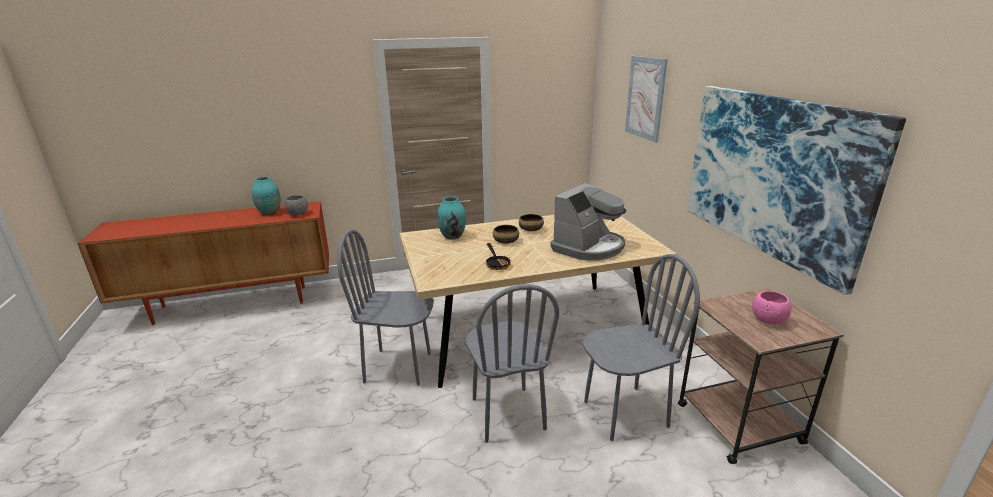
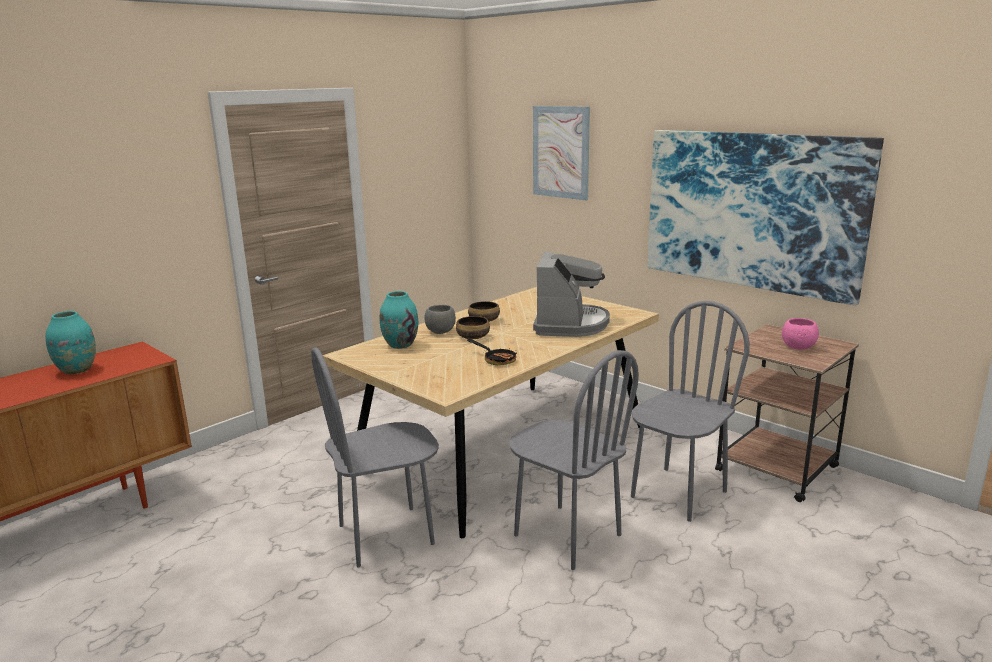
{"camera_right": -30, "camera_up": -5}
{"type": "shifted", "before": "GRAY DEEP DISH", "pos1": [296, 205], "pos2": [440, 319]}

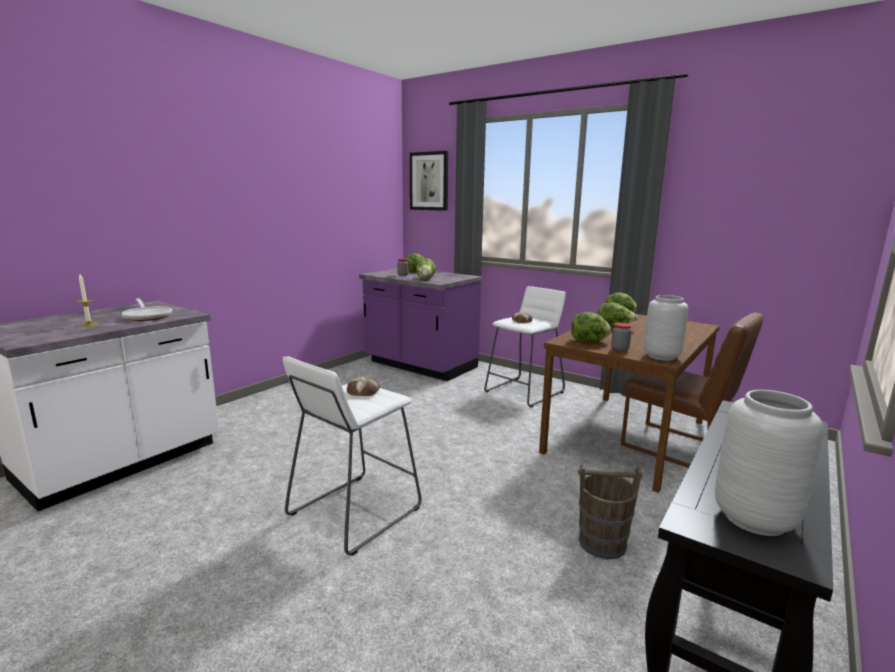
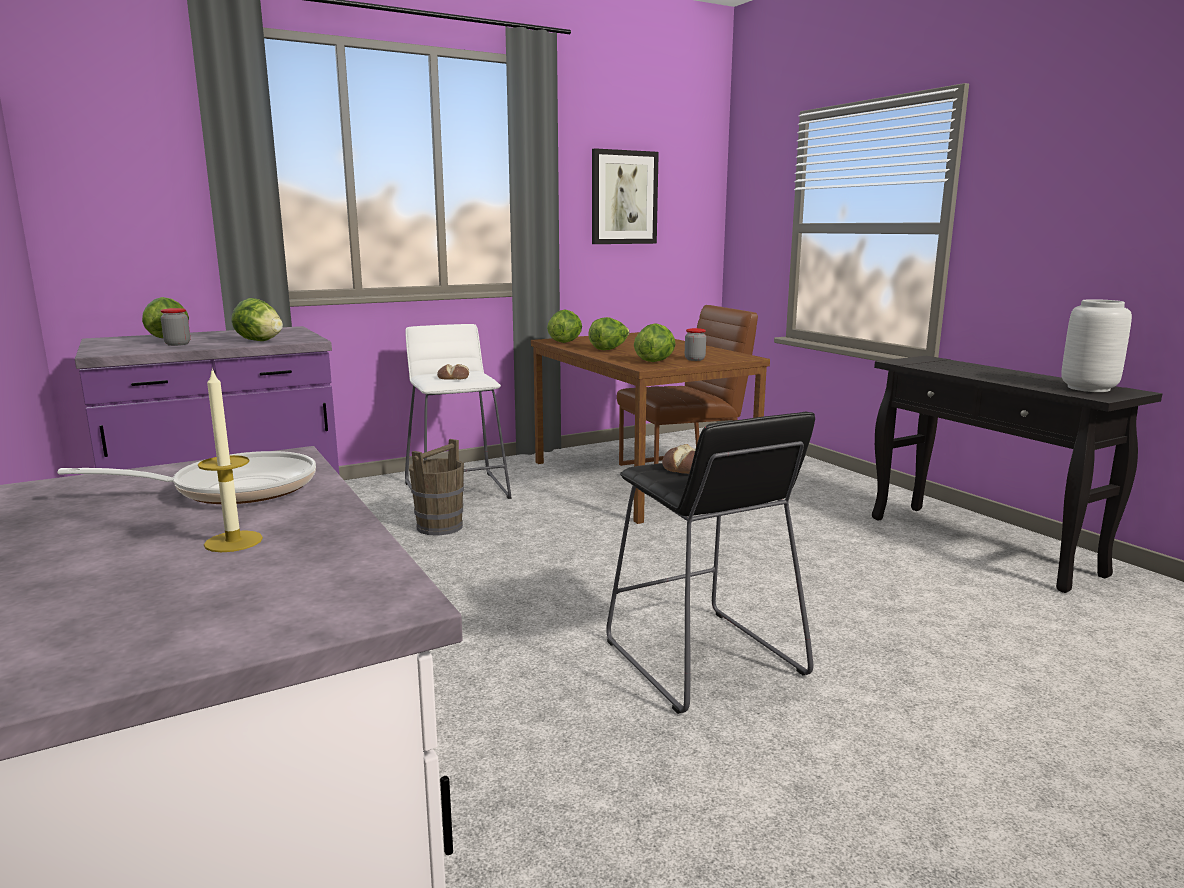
{"camera_right": -65, "camera_up": 0}
{"type": "shifted", "before": "WALL PICTURE", "pos1": [429, 181], "pos2": [625, 196]}
{"type": "gone", "before": "GRAY VASE", "pos1": [666, 328]}
{"type": "repainted", "before": "WHITE-COLOURED STOOL SEAT", "after": "BLACK-COLOURED STOOL SEAT", "pos1": [352, 456], "pos2": [710, 563]}
{"type": "shifted", "before": "BROWNISH BUCKET", "pos1": [610, 512], "pos2": [436, 487]}

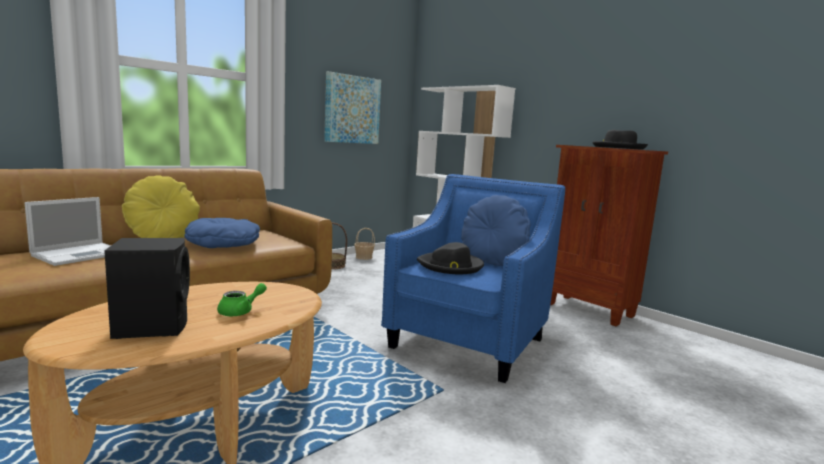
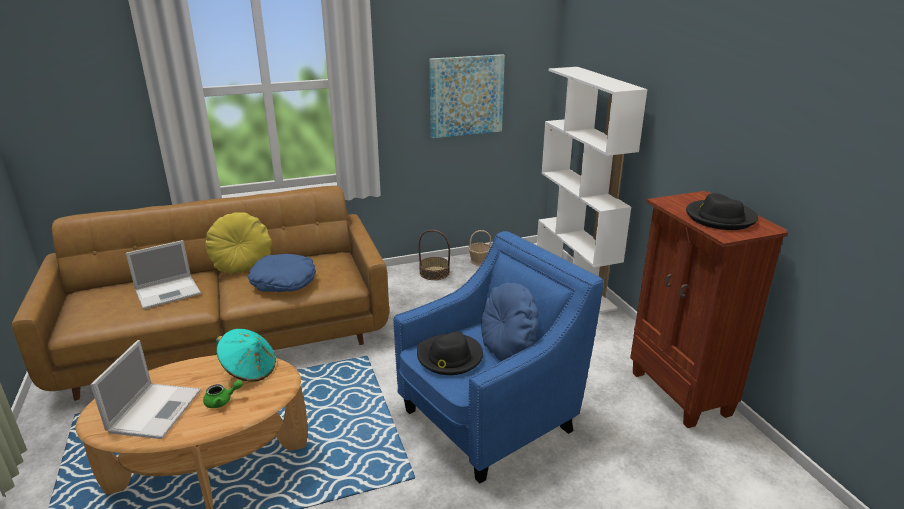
{"camera_right": 25, "camera_up": 15}
{"type": "swapped", "before": "BLACK-COLOURED AUDIO SPEAKER", "after": "PORTABLE COMPUTER", "pos1": [147, 288], "pos2": [146, 389]}
{"type": "new", "after": "TURQUOISE CLOTHING HAT", "pos2": [246, 355]}

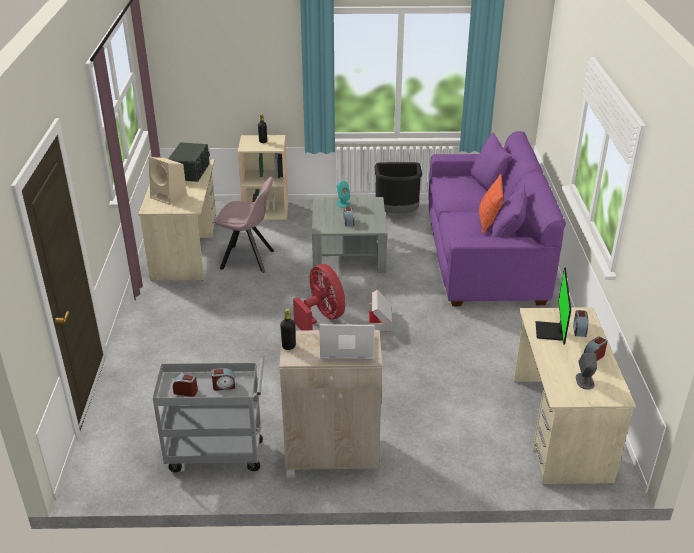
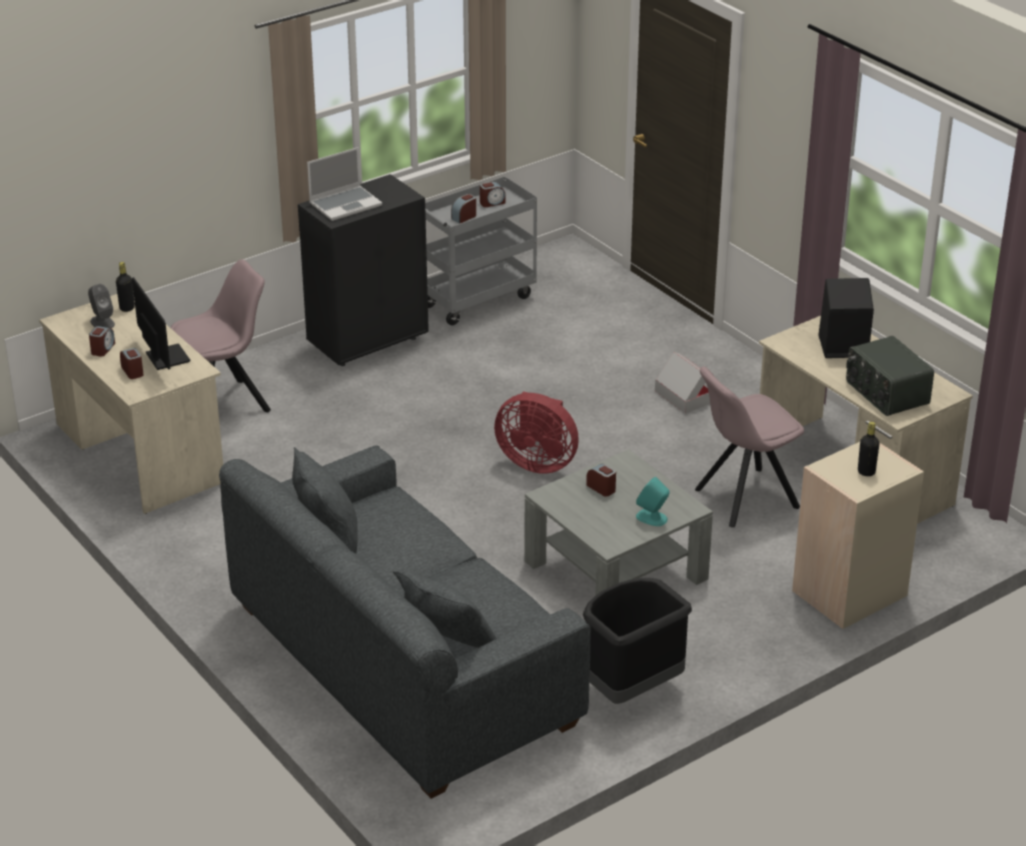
{"camera_right": 145, "camera_up": 0}
{"type": "repainted", "before": "PURPLE-COLOURED SOFA", "after": "GRAY SOFA", "pos1": [497, 218], "pos2": [405, 622]}
{"type": "repainted", "before": "SAND-COLOURED AUDIO SPEAKER", "after": "BLACK-COLOURED AUDIO SPEAKER", "pos1": [168, 181], "pos2": [846, 318]}
{"type": "gone", "before": "ORANGE-COLOURED CUSHION", "pos1": [491, 204]}
{"type": "shifted", "before": "PACKING BOX", "pos1": [380, 310], "pos2": [682, 383]}
{"type": "shifted", "before": "BLACK-COLOURED DRINK BOTTLE", "pos1": [288, 329], "pos2": [125, 287]}
{"type": "repainted", "before": "SAND-COLOURED STORAGE CABINET", "after": "BLACK-COLOURED STORAGE CABINET", "pos1": [330, 400], "pos2": [363, 270]}
{"type": "new", "after": "PINKISH PLAIN CHAIR", "pos2": [220, 335]}

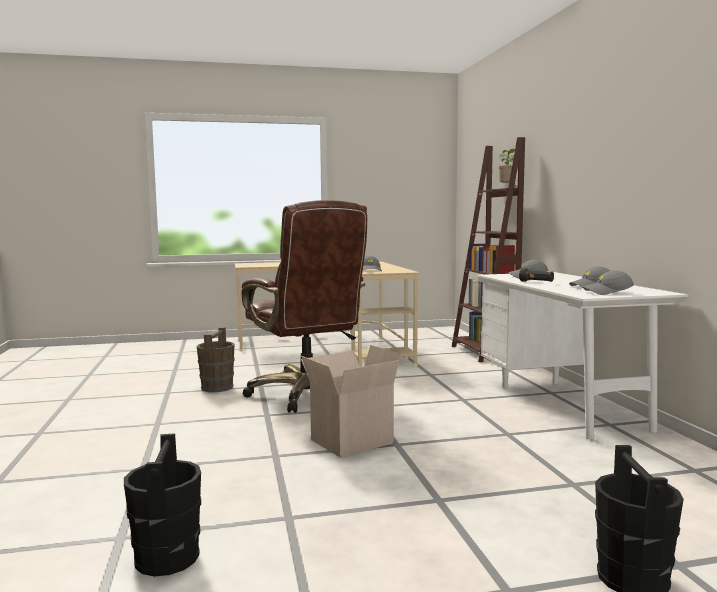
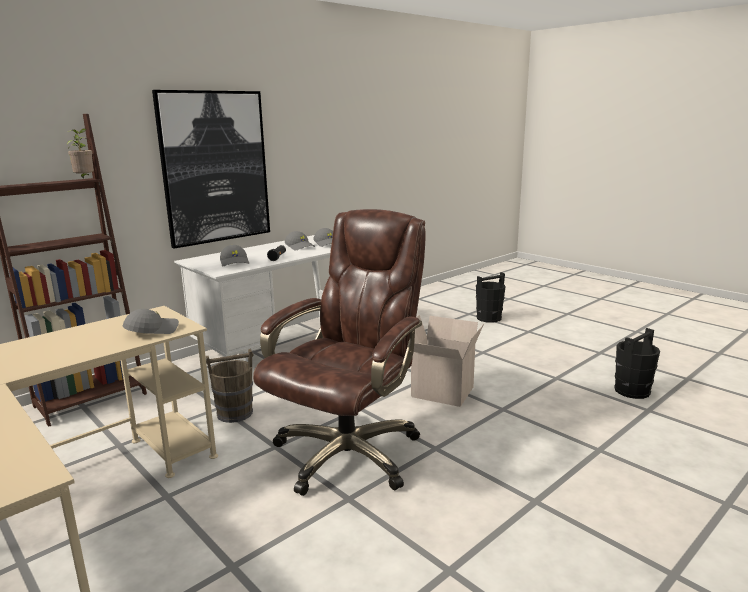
{"camera_right": -120, "camera_up": 10}
{"type": "shifted", "before": "BROWNISH BUCKET", "pos1": [216, 359], "pos2": [230, 386]}
{"type": "new", "after": "WALL PICTURE", "pos2": [211, 169]}

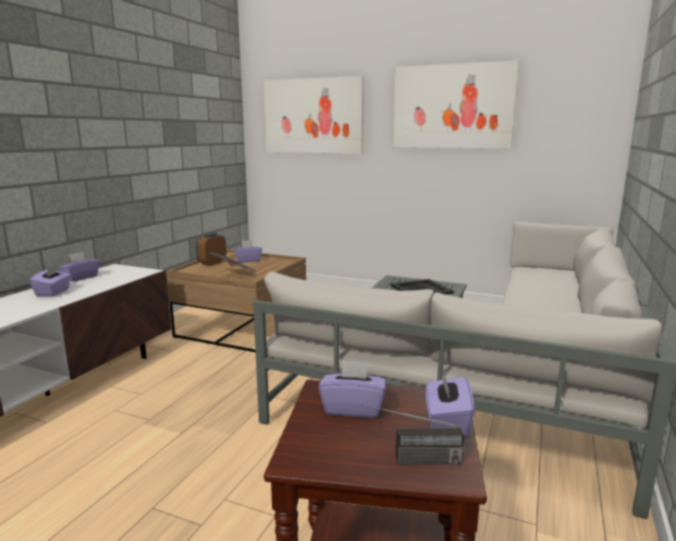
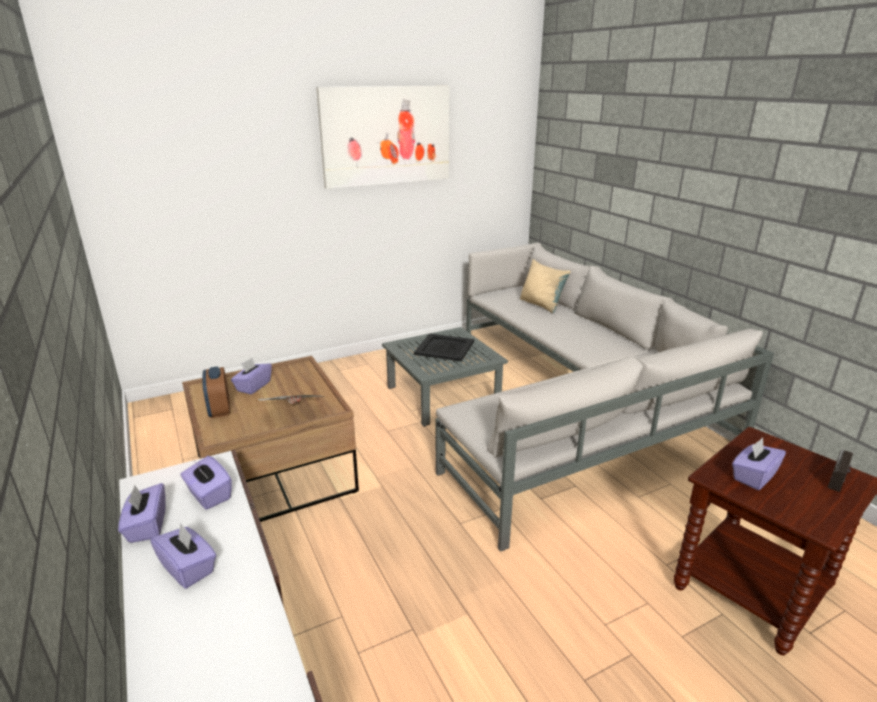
{"camera_right": -50, "camera_up": 10}
{"type": "gone", "before": "WALL PICTURE", "pos1": [314, 115]}
{"type": "shifted", "before": "PURPLE-COLOURED TISSUE HOLDER", "pos1": [450, 404], "pos2": [206, 483]}
{"type": "new", "after": "SAND-COLOURED CUSHION", "pos2": [545, 286]}

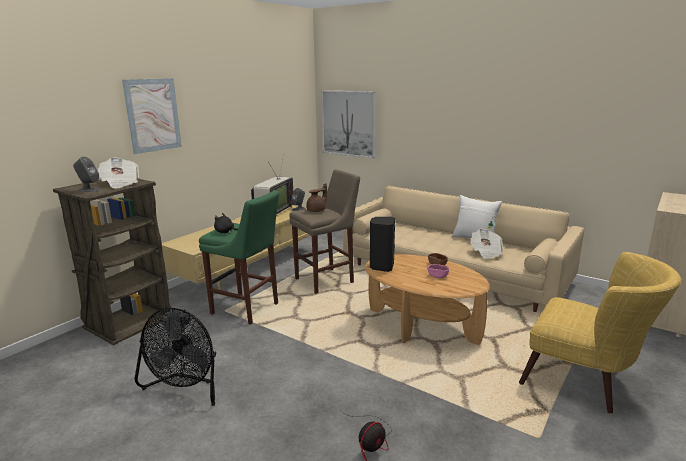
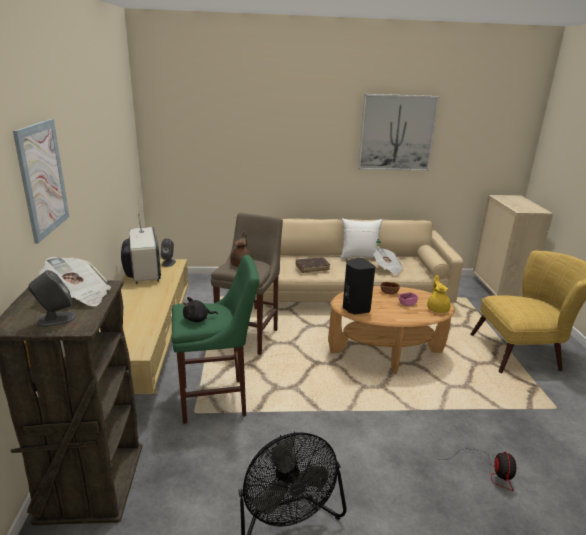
{"camera_right": -40, "camera_up": 5}
{"type": "shifted", "before": "WALL PICTURE", "pos1": [348, 124], "pos2": [398, 132]}
{"type": "new", "after": "BROWNISH VOLUME", "pos2": [313, 265]}
{"type": "new", "after": "YELLOW POT FOR TEA", "pos2": [439, 294]}

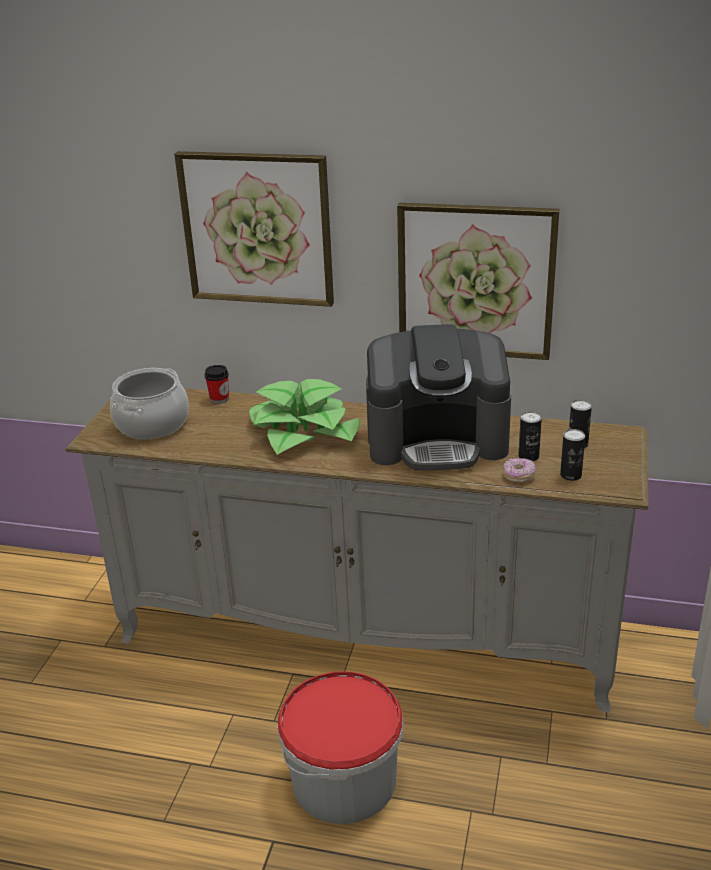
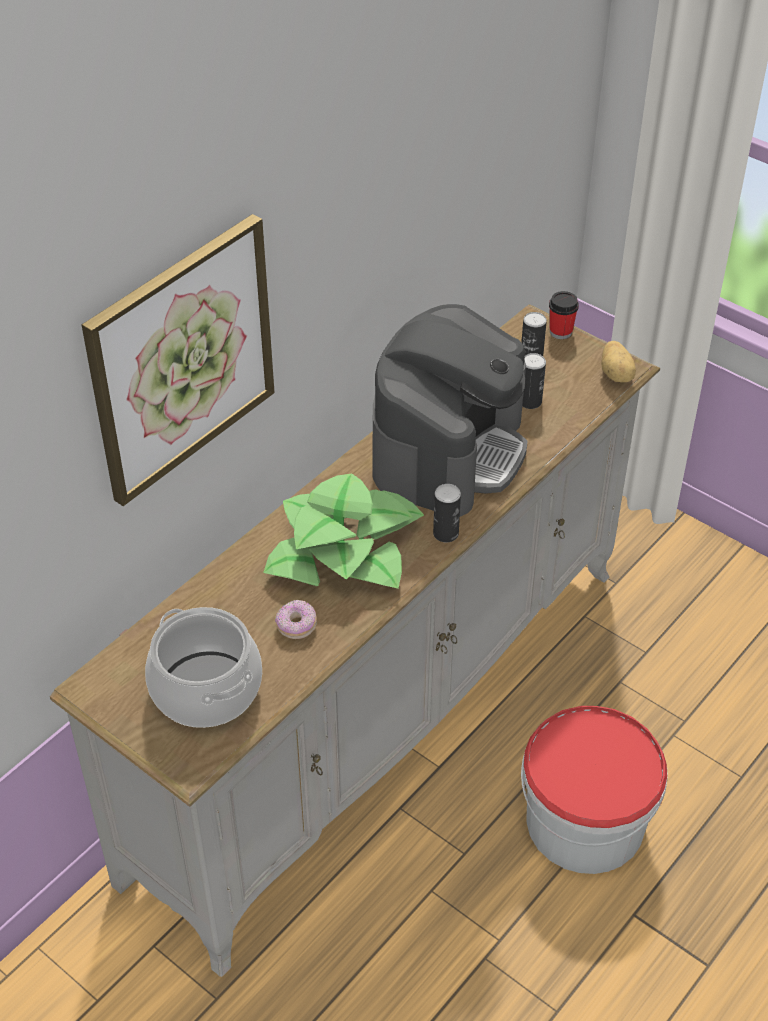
{"camera_right": -65, "camera_up": 15}
{"type": "gone", "before": "WALL PICTURE", "pos1": [478, 281]}
{"type": "shifted", "before": "SMALL CUP", "pos1": [216, 384], "pos2": [564, 315]}
{"type": "shifted", "before": "METAL CAN", "pos1": [572, 455], "pos2": [447, 513]}
{"type": "shifted", "before": "RING DOUGHNUT", "pos1": [519, 470], "pos2": [296, 619]}
{"type": "new", "after": "SPUD", "pos2": [618, 361]}

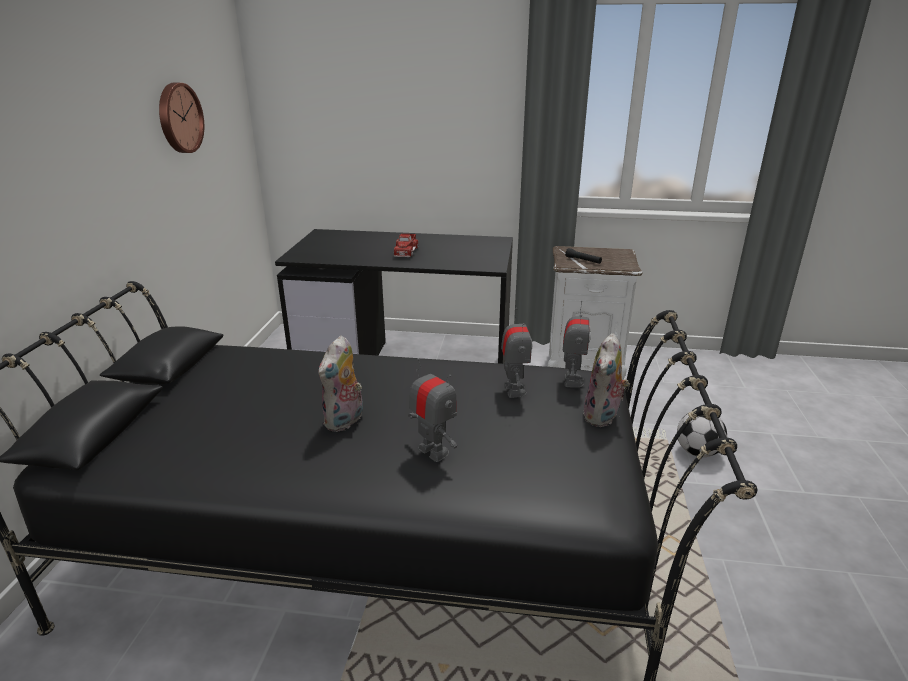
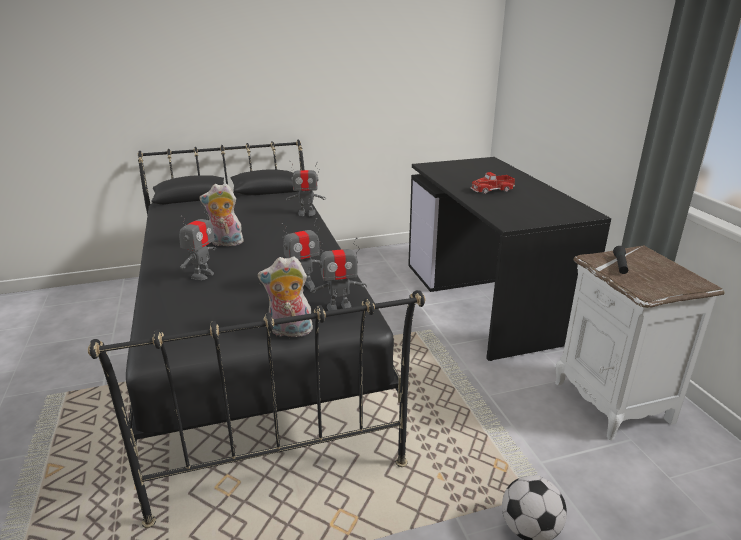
{"camera_right": 65, "camera_up": 0}
{"type": "gone", "before": "CLOCK ON THE WALL", "pos1": [181, 118]}
{"type": "new", "after": "MODEL ROBOT", "pos2": [306, 188]}

